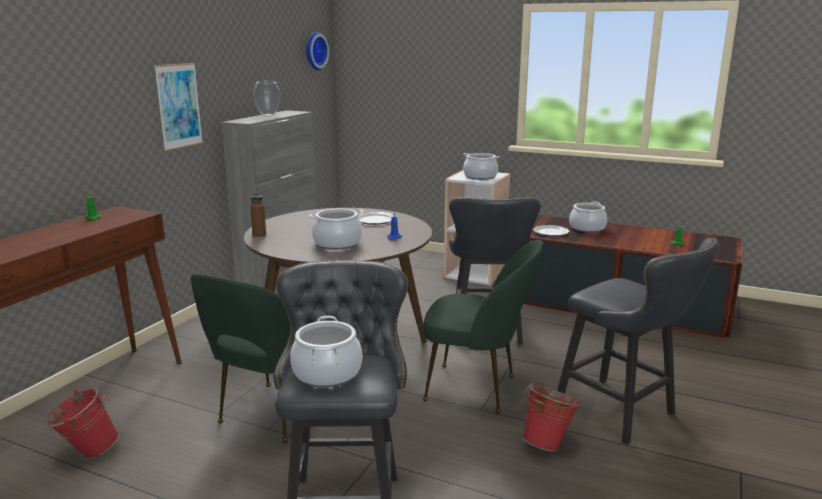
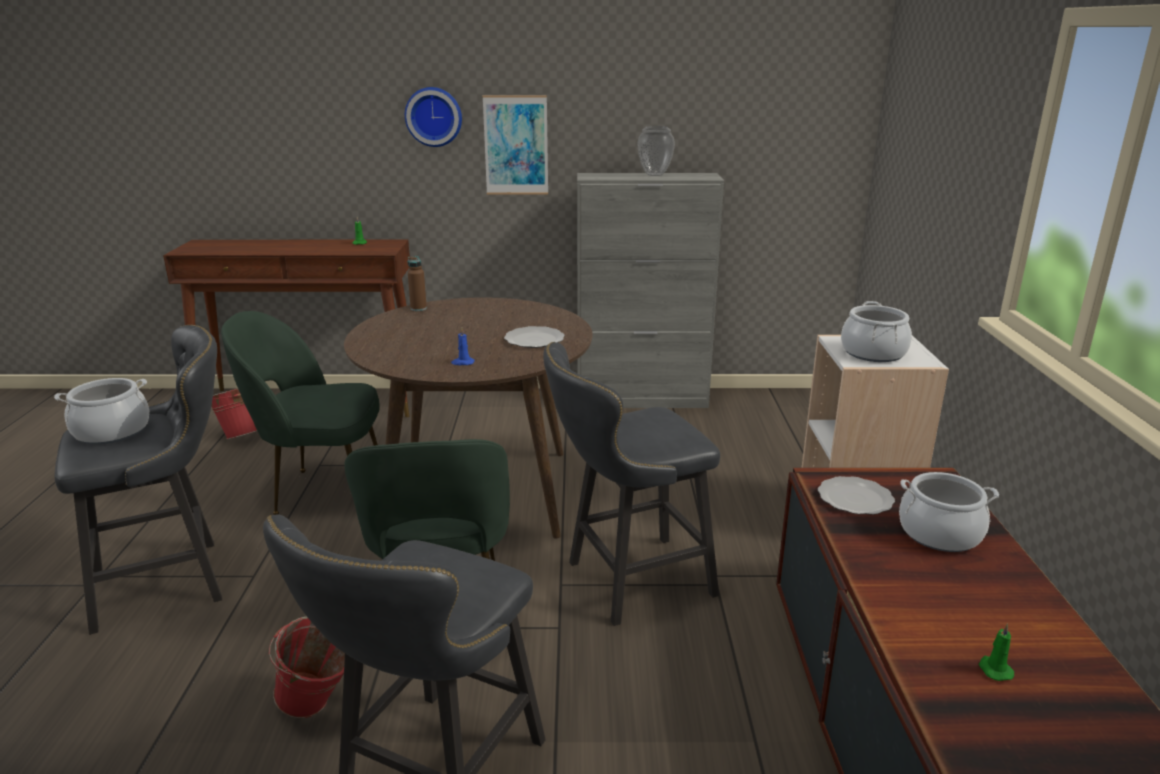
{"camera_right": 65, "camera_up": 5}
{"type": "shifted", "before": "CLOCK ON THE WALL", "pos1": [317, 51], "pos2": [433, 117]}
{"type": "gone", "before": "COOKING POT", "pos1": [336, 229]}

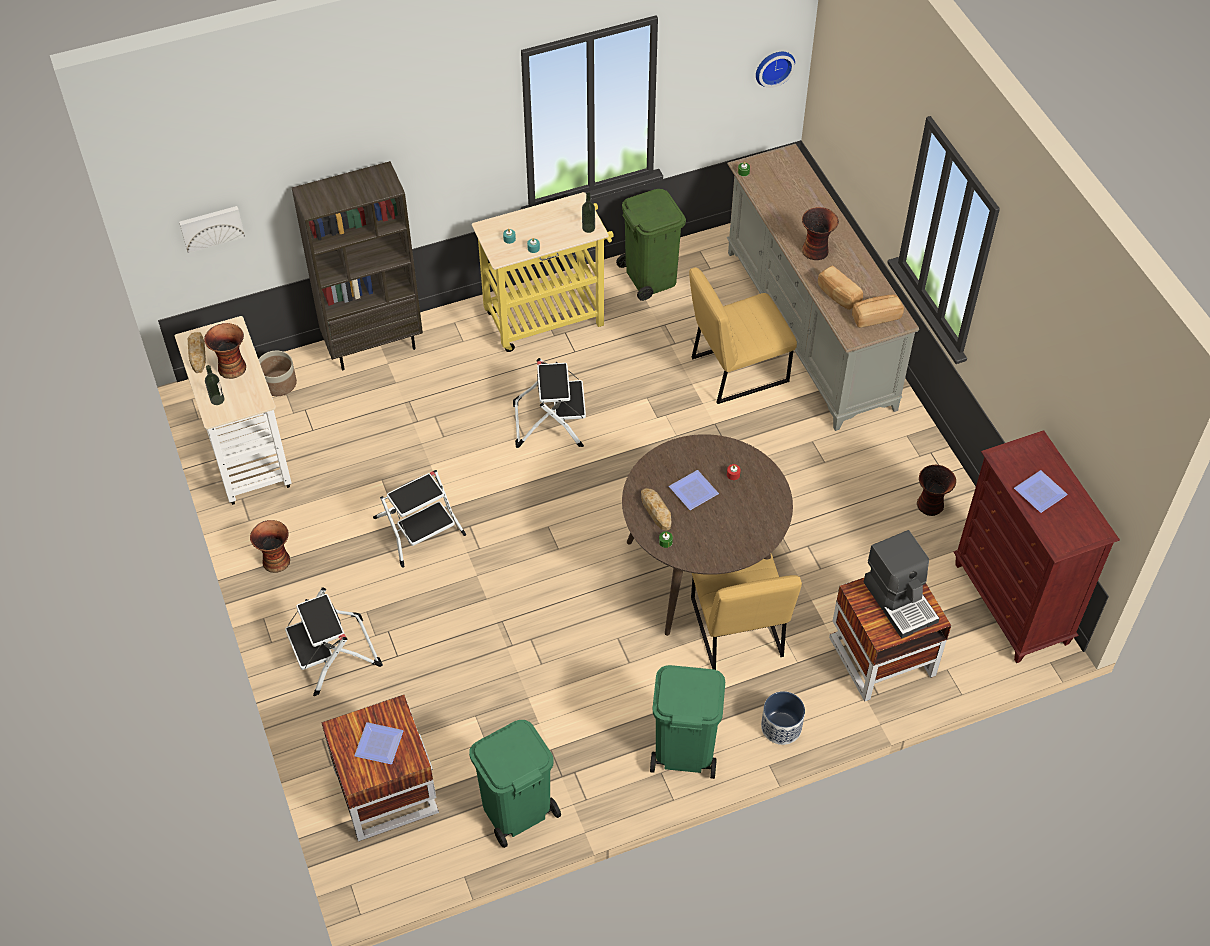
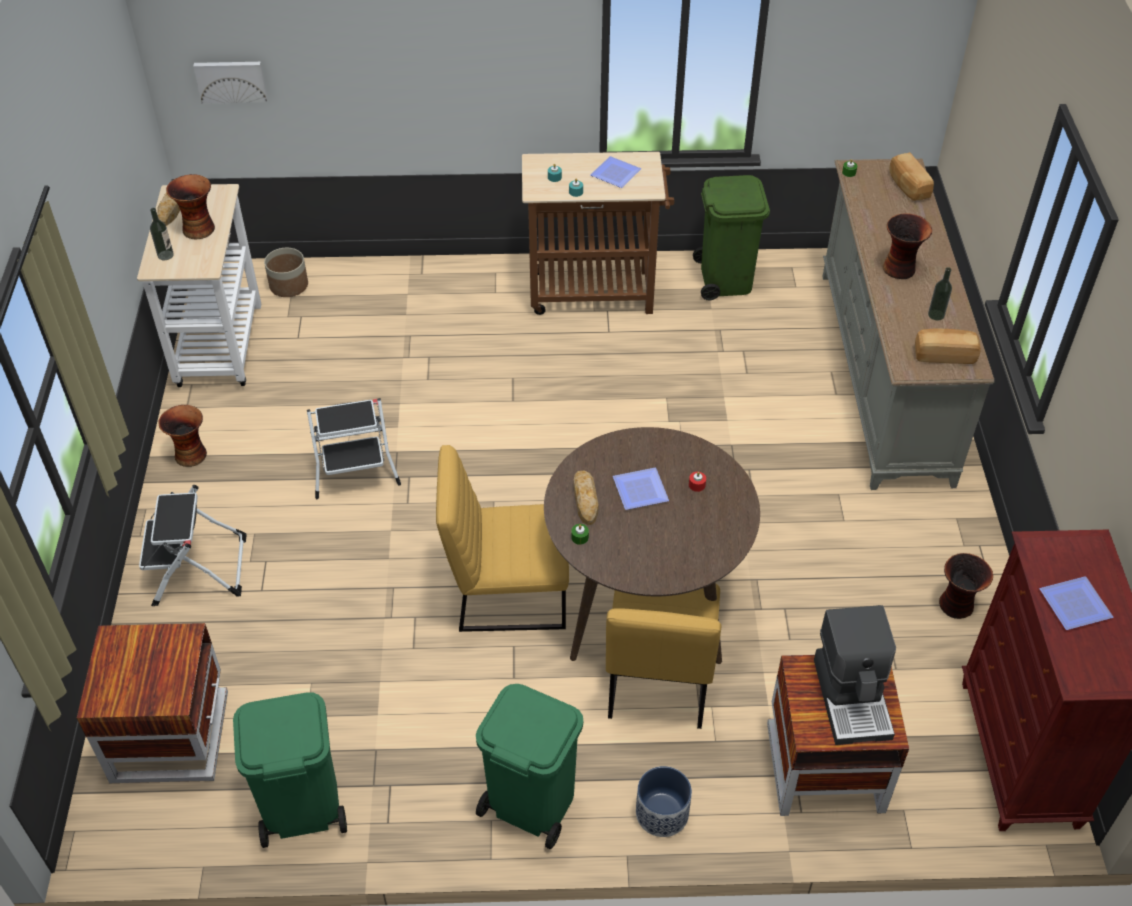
{"camera_right": 20, "camera_up": -5}
{"type": "gone", "before": "CLOCK ON THE WALL", "pos1": [775, 70]}
{"type": "gone", "before": "BROWNISH SHELVING UNIT", "pos1": [357, 265]}
{"type": "repainted", "before": "YELLOW WHEELED CART", "after": "BROWNISH WHEELED CART", "pos1": [542, 272], "pos2": [598, 233]}
{"type": "shifted", "before": "DRINK BOTTLE", "pos1": [588, 212], "pos2": [940, 293]}
{"type": "shifted", "before": "BREAD", "pos1": [840, 287], "pos2": [912, 176]}
{"type": "shifted", "before": "YELLOW PLAIN CHAIR", "pos1": [743, 335], "pos2": [502, 538]}
{"type": "gone", "before": "STEPLADDER", "pos1": [549, 403]}
{"type": "shifted", "before": "PLATE", "pos1": [378, 743], "pos2": [615, 172]}

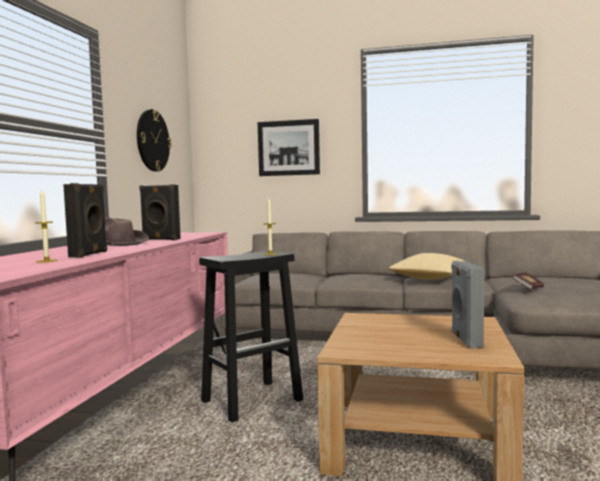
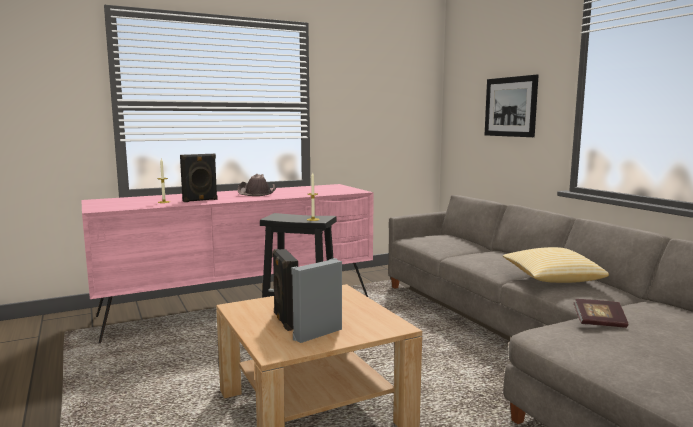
{"camera_right": 50, "camera_up": 5}
{"type": "gone", "before": "CLOCK ON THE WALL", "pos1": [154, 140]}
{"type": "shifted", "before": "BLACK-COLOURED AUDIO SPEAKER", "pos1": [160, 212], "pos2": [285, 290]}

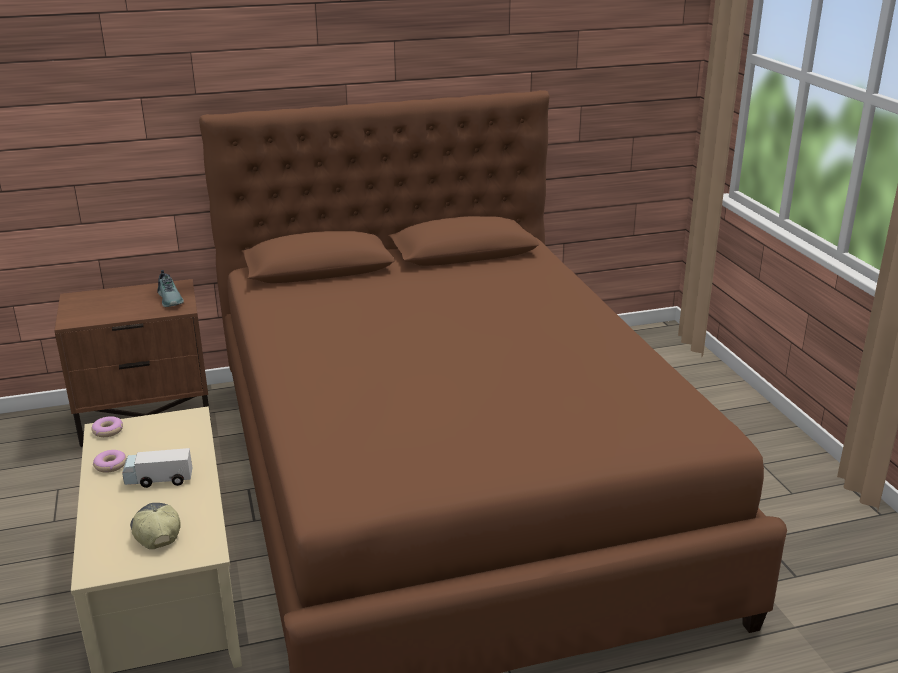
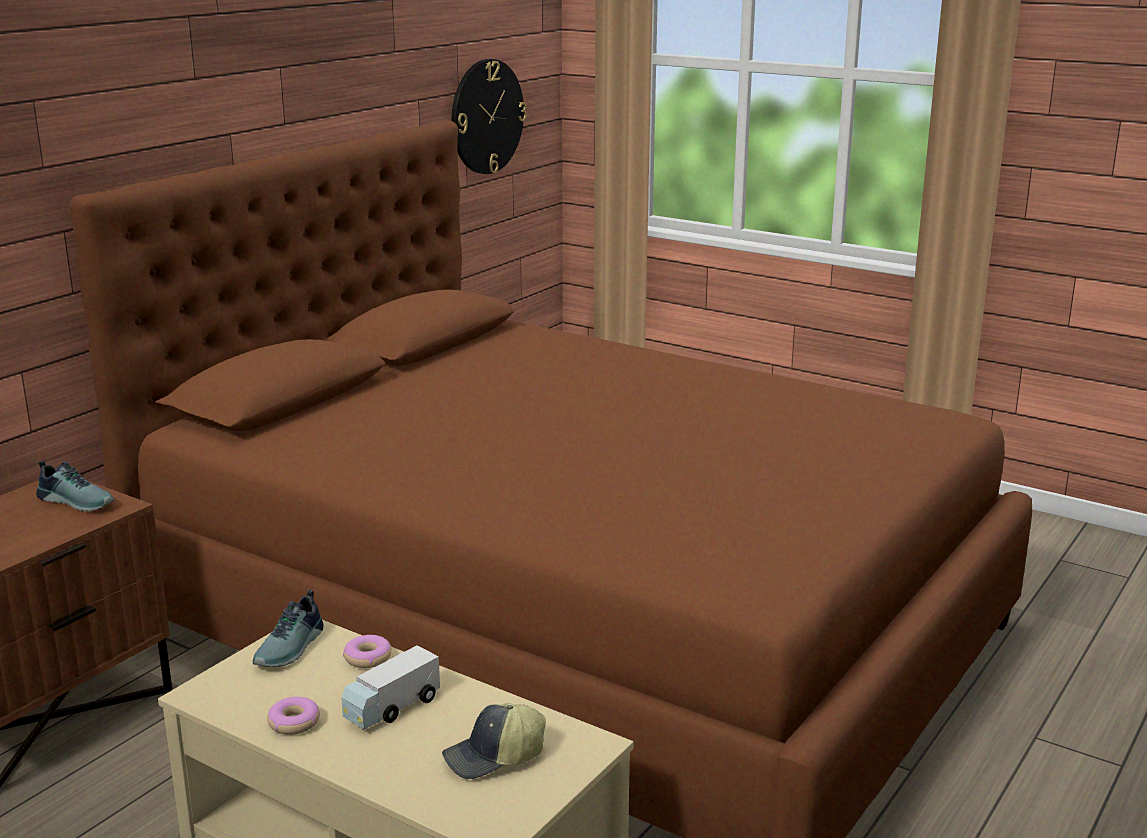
{"camera_right": -40, "camera_up": -5}
{"type": "shifted", "before": "RING DOUGHNUT", "pos1": [107, 426], "pos2": [367, 651]}
{"type": "rotated", "before": "PEAKED CAP", "pos1": [155, 526], "pos2": [494, 741], "turn": -45}
{"type": "new", "after": "CLOCK ON THE WALL", "pos2": [489, 116]}
{"type": "new", "after": "LOW SHOE", "pos2": [288, 628]}

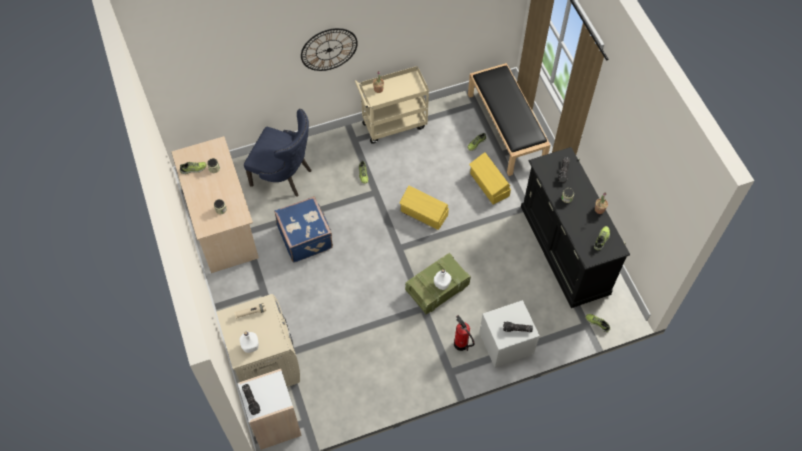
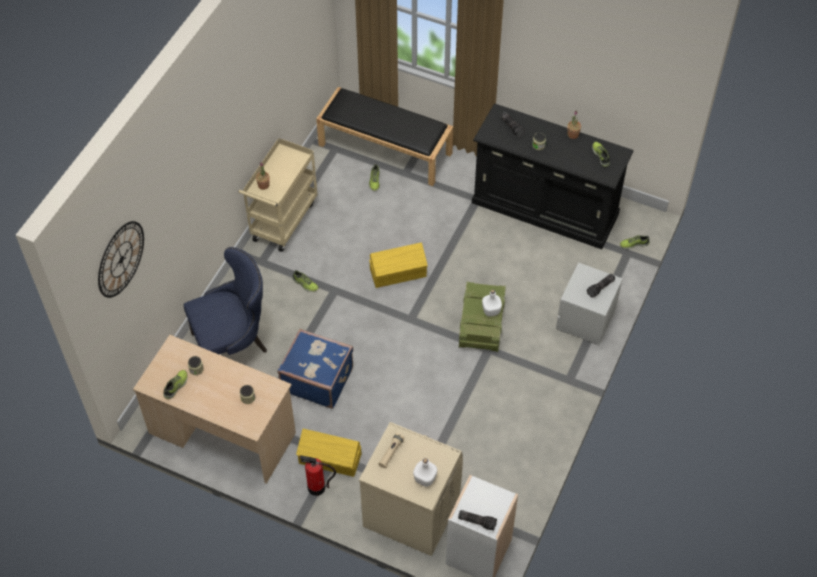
{"camera_right": -45, "camera_up": -5}
{"type": "shifted", "before": "CLOCK ON THE WALL", "pos1": [329, 49], "pos2": [121, 259]}
{"type": "shifted", "before": "YELLOW STORAGE BOX", "pos1": [490, 178], "pos2": [328, 453]}
{"type": "shifted", "before": "EXTINGUISHER", "pos1": [464, 333], "pos2": [317, 475]}

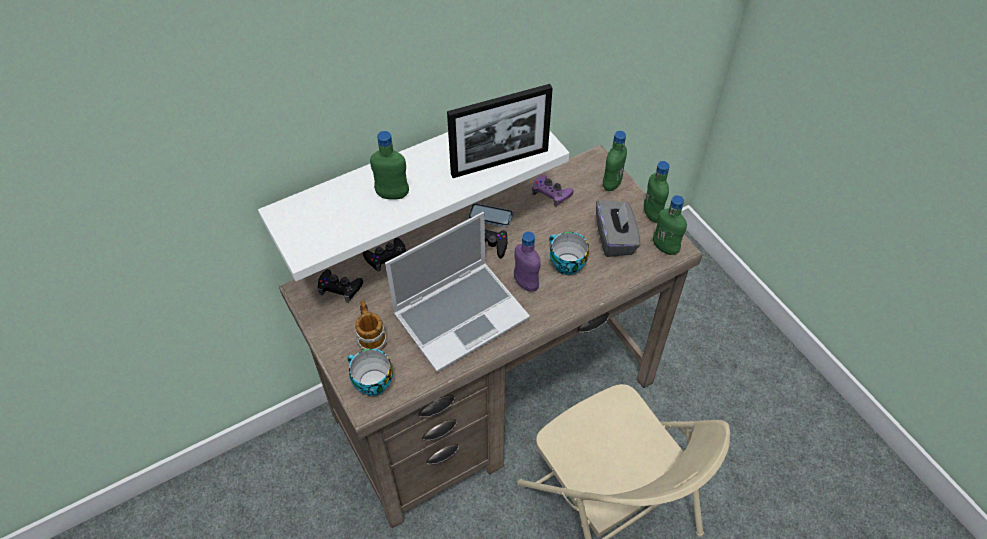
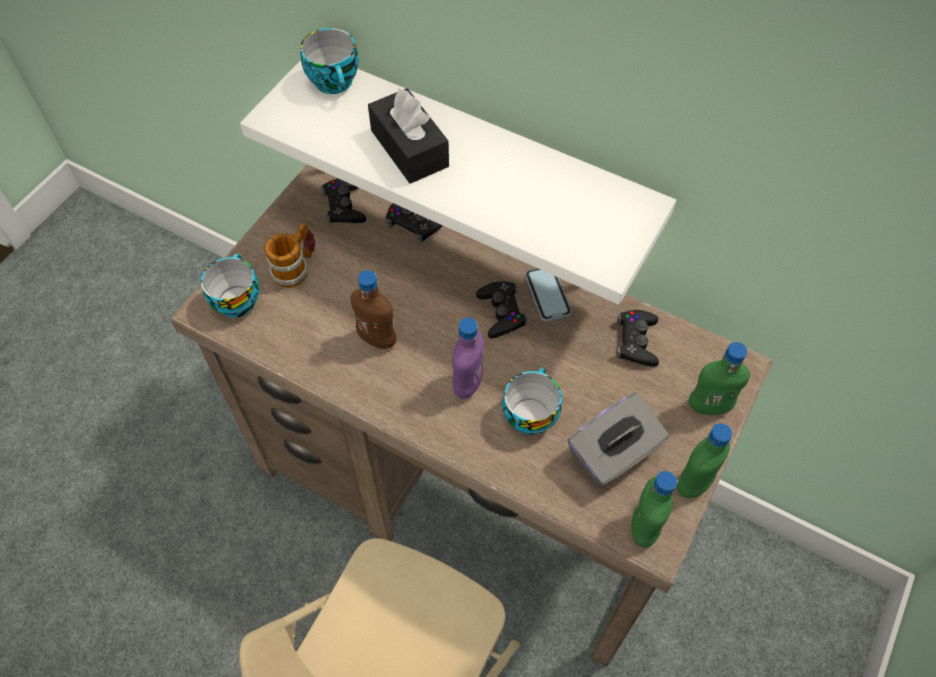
{"camera_right": 60, "camera_up": 5}
{"type": "gone", "before": "STANDING FRAME", "pos1": [500, 131]}
{"type": "swapped", "before": "GREEN-COLOURED DRINK BOTTLE", "after": "BLACK-COLOURED TISSUE HOLDER", "pos1": [389, 165], "pos2": [408, 136]}
{"type": "repainted", "before": "PURPLE-COLOURED GAME CONTROLLER", "after": "BLACK-COLOURED GAME CONTROLLER", "pos1": [552, 190], "pos2": [637, 338]}
{"type": "swapped", "before": "PORTABLE COMPUTER", "after": "BROWNISH DRINK BOTTLE", "pos1": [457, 292], "pos2": [374, 309]}
{"type": "new", "after": "SMALL CUP", "pos2": [329, 61]}

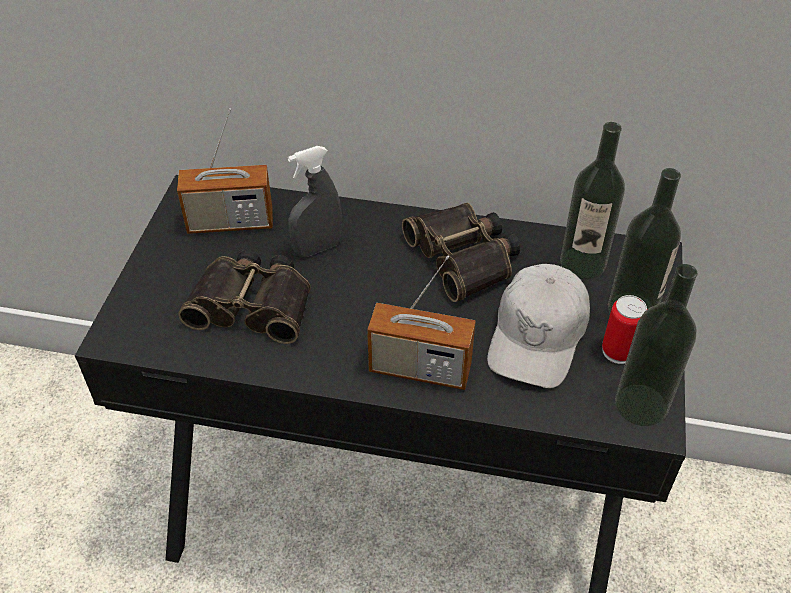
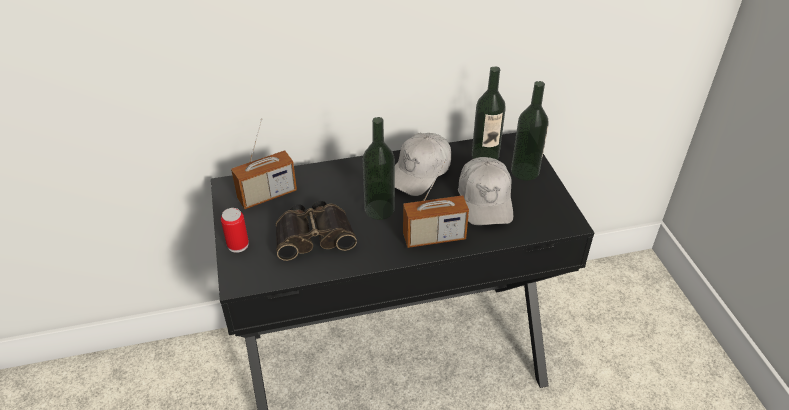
{"camera_right": -25, "camera_up": -5}
{"type": "gone", "before": "GRAY HAND SPRAYER", "pos1": [315, 201]}
{"type": "swapped", "before": "FIELD GLASSES", "after": "WHITE-COLOURED PEAKED CAP", "pos1": [461, 252], "pos2": [423, 164]}
{"type": "shifted", "before": "DRINK BOTTLE", "pos1": [656, 345], "pos2": [379, 168]}
{"type": "shifted", "before": "METAL CAN", "pos1": [624, 329], "pos2": [235, 230]}

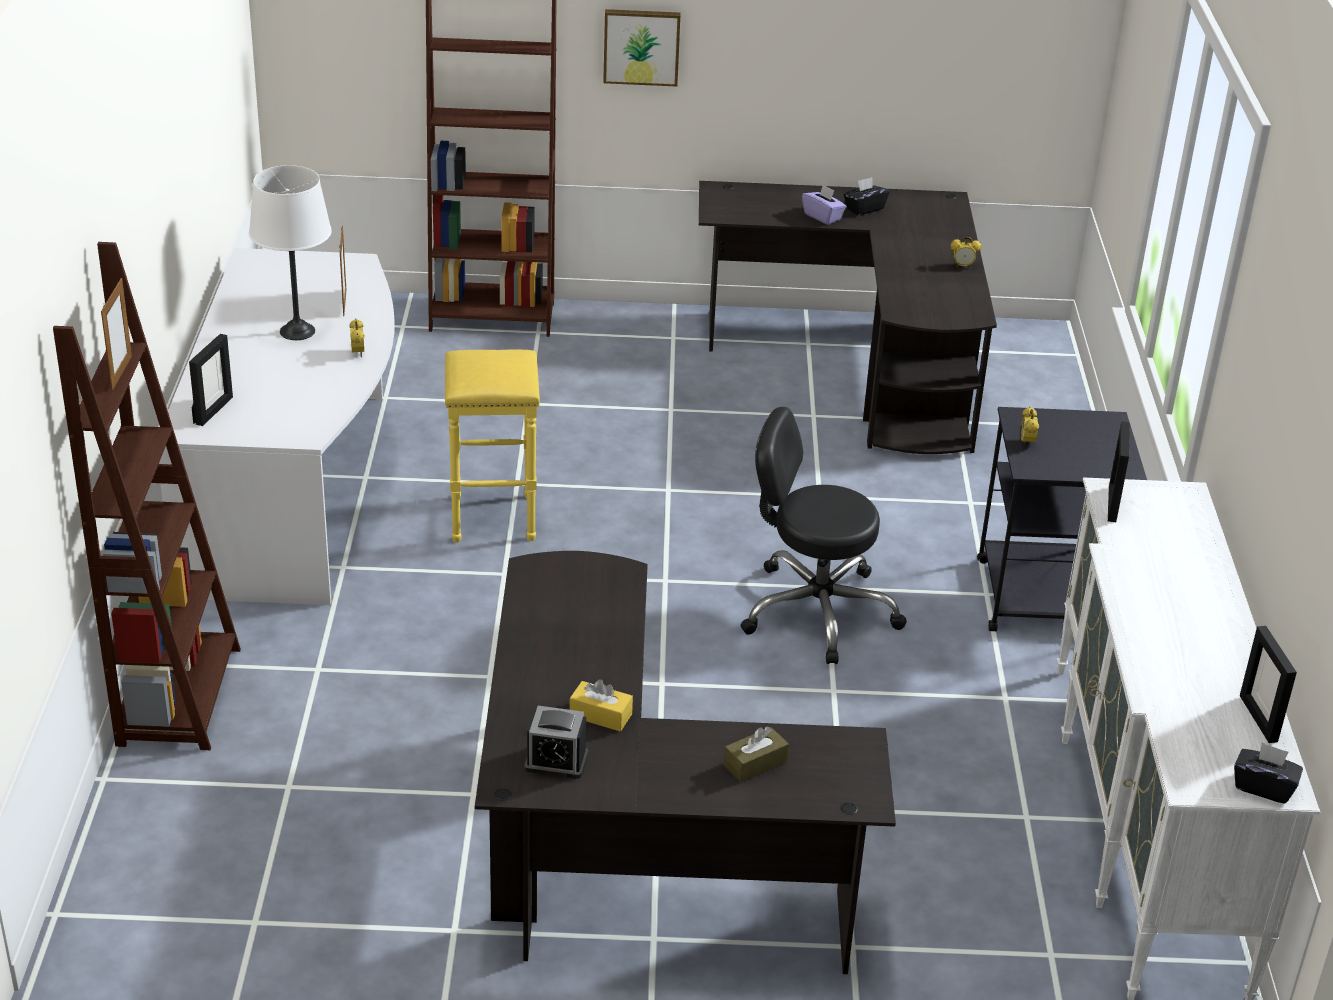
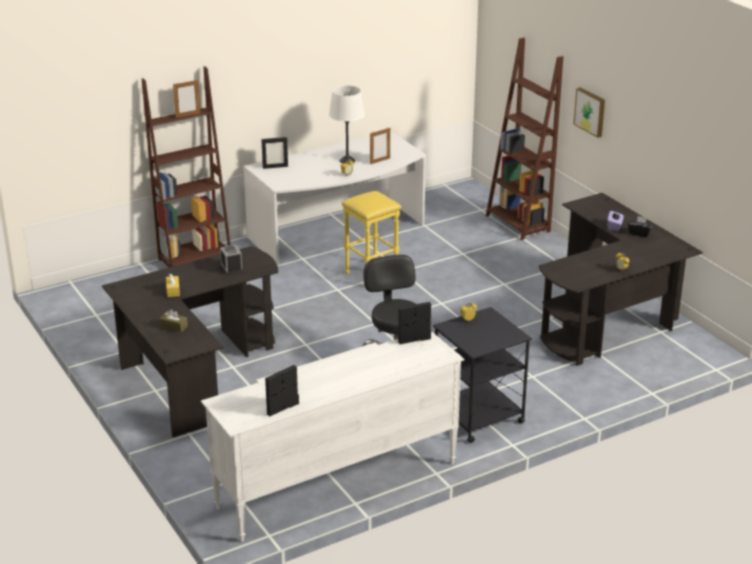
{"camera_right": 60, "camera_up": -5}
{"type": "shifted", "before": "ALARM CLOCK", "pos1": [556, 742], "pos2": [231, 260]}
{"type": "gone", "before": "BLACK-COLOURED TISSUE HOLDER", "pos1": [1268, 773]}

